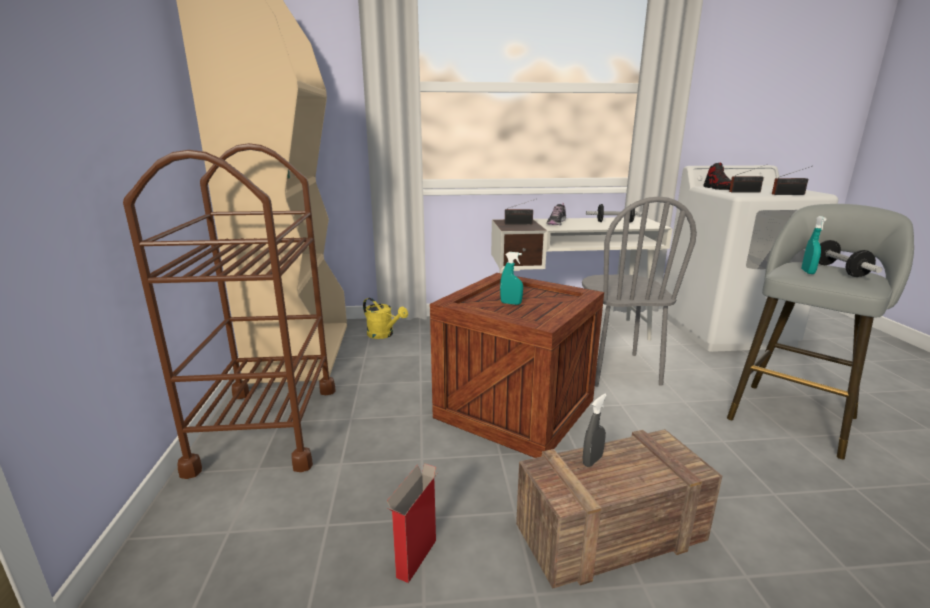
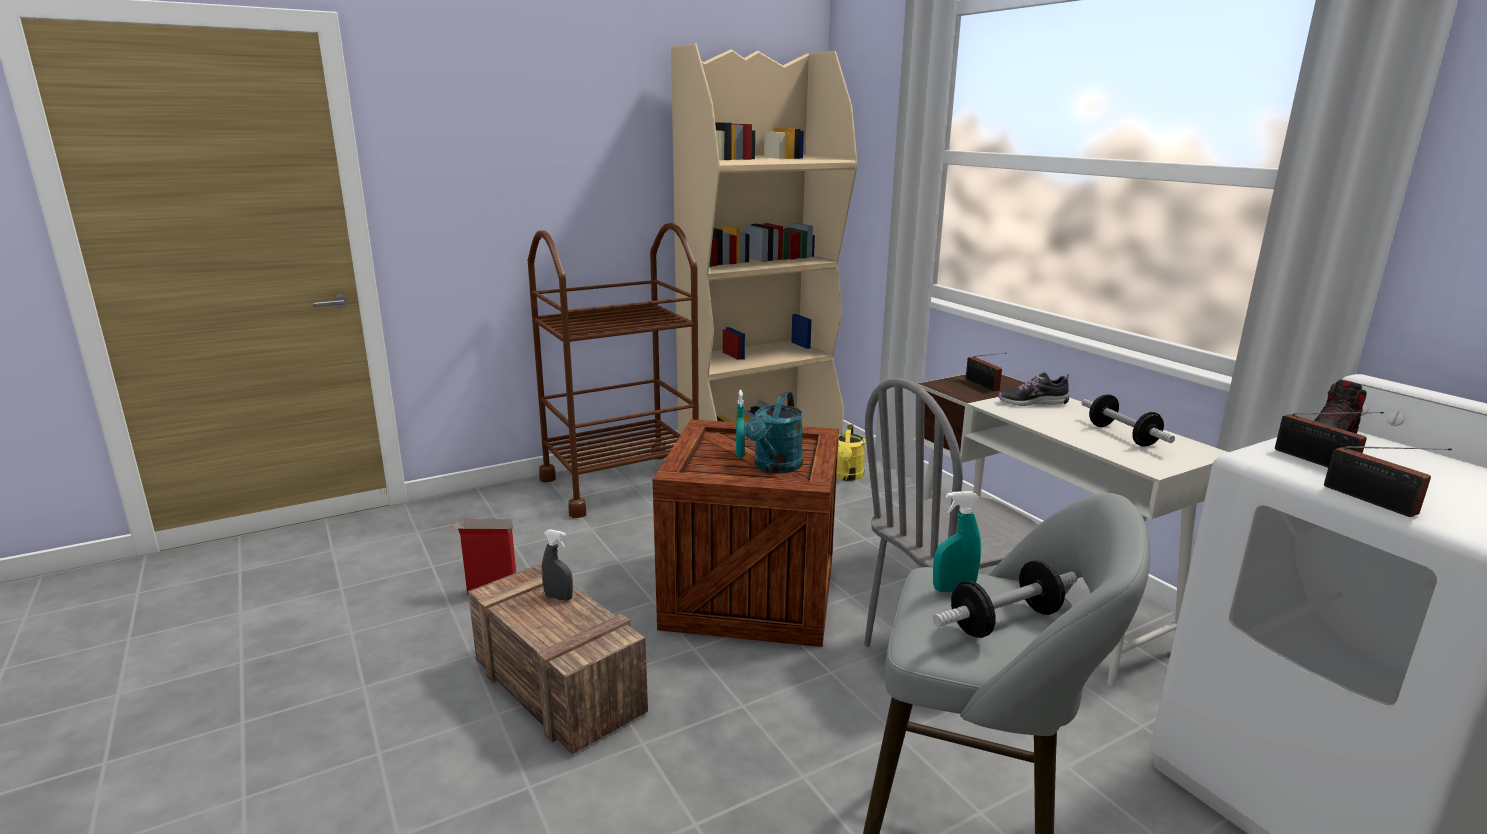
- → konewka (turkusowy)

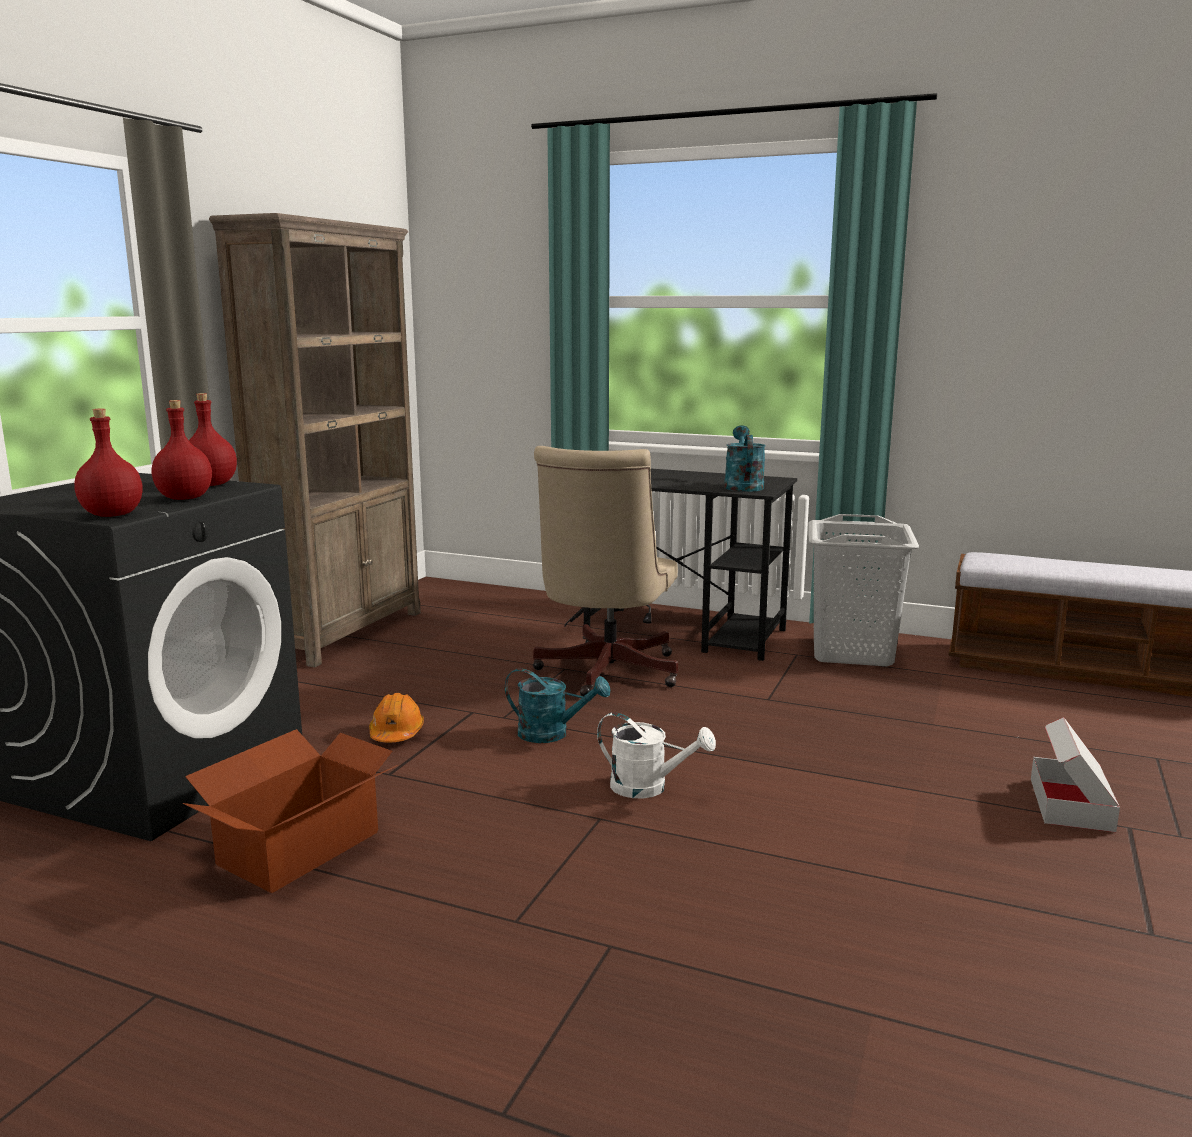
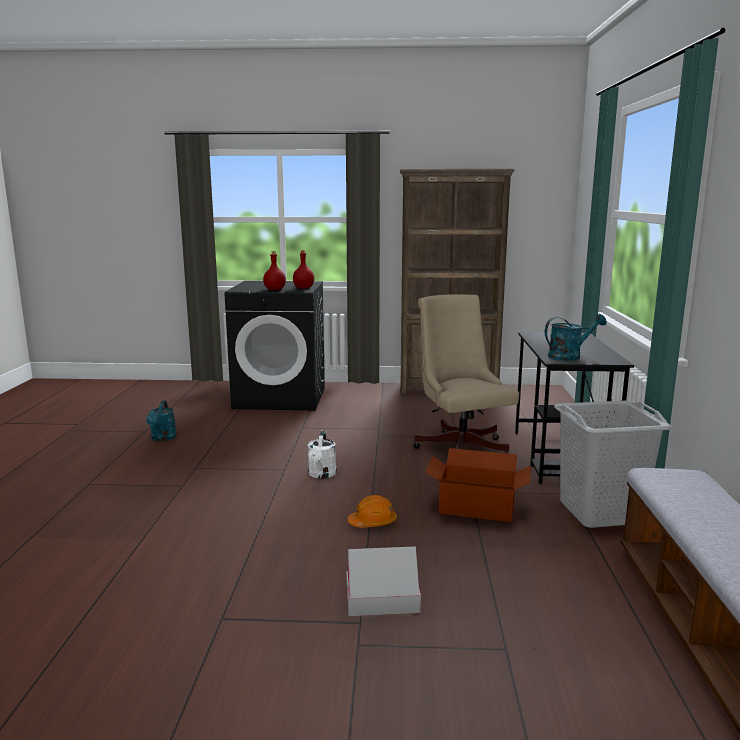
butelka (czerwony) (1st from left) → -
karton (1st from left in the first image) → karton (2nd from left), move
kask (pomarańczowy), move
konewka (turkusowy) (1st from left), move
krzesło biurowe (beżowy), 75 degrees clockwise

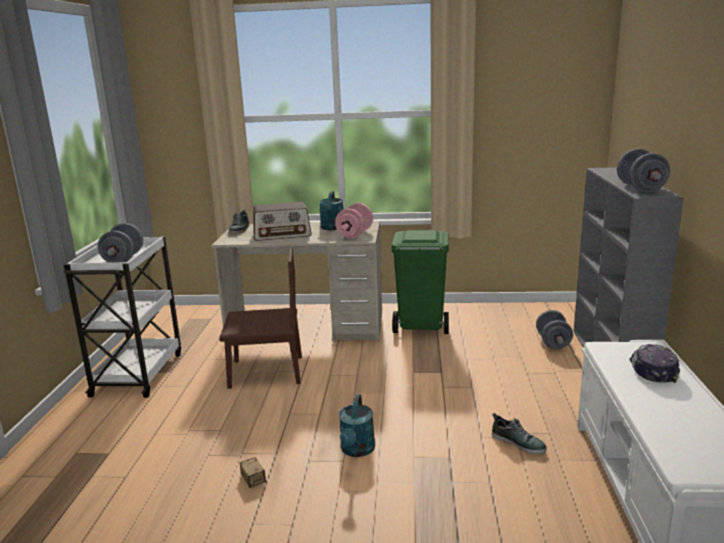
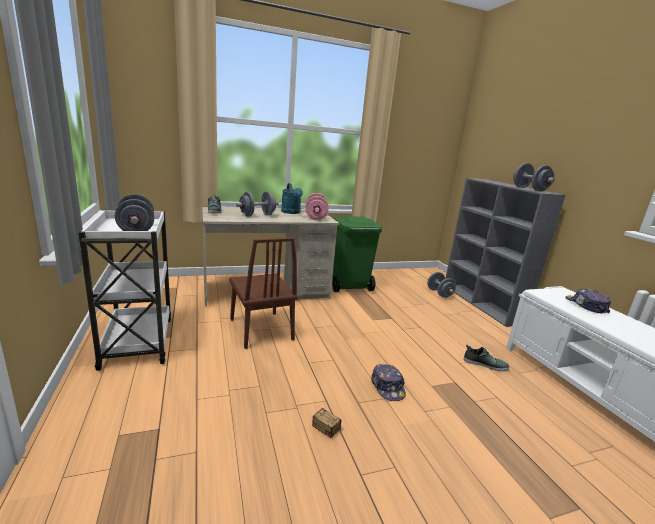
radio → hantel (szary) (2nd from left)
konewka (turkusowy) (2nd from left) → czapka z daszkiem (1st from left)
krzesło (brązowy), 90 degrees clockwise

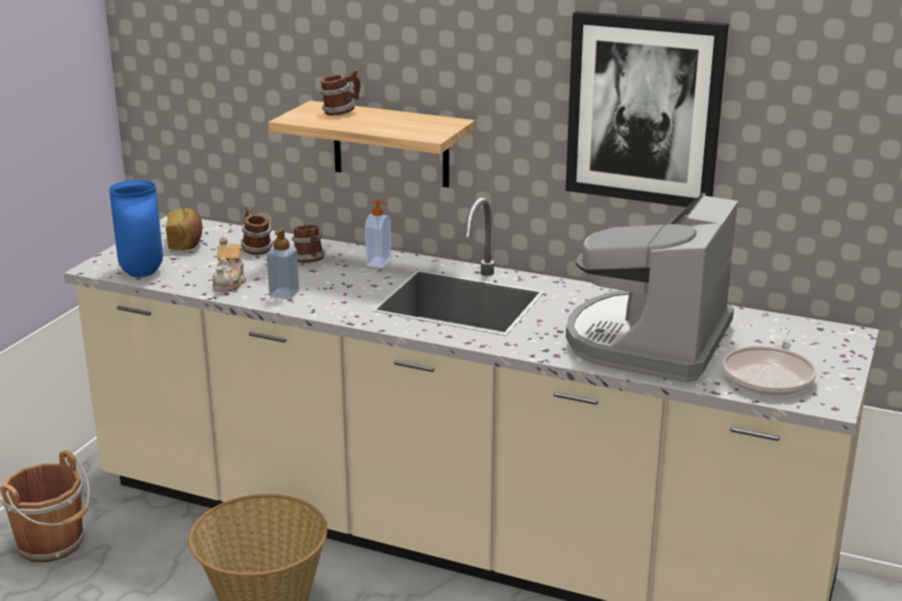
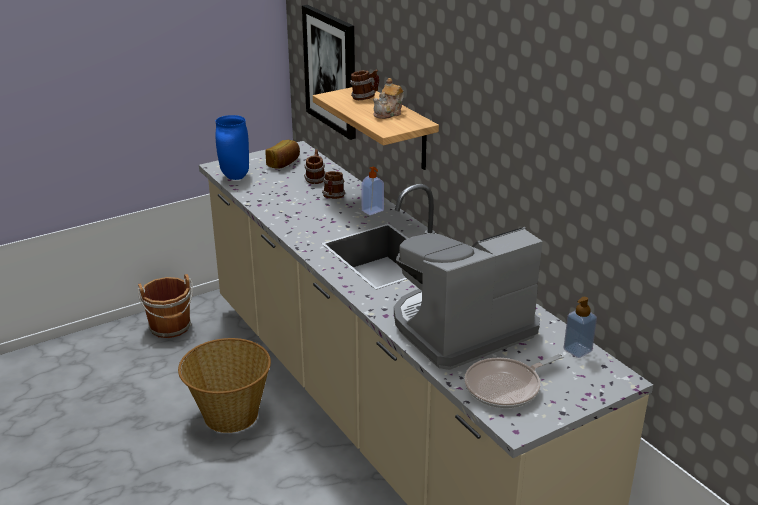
imbryk, move
dozownik mydła (1st from left in the first image) → dozownik mydła (2nd from left), move
obraz, move

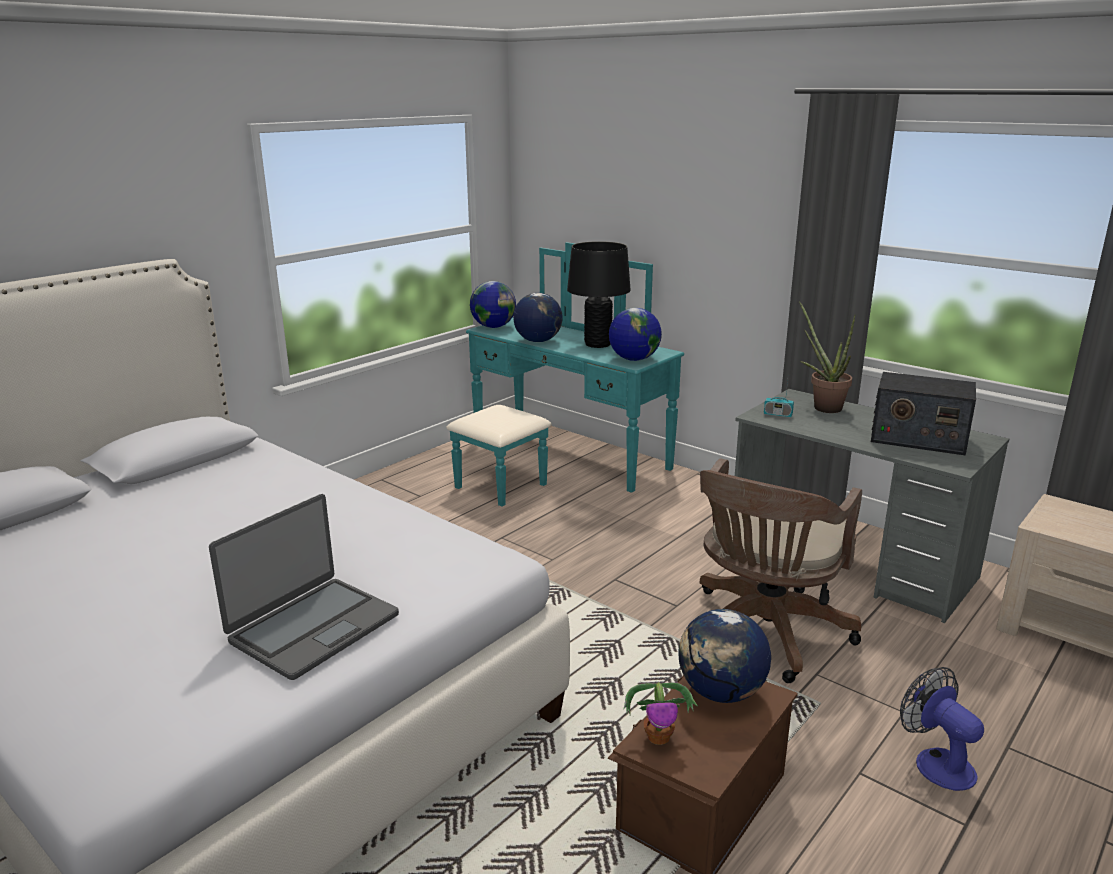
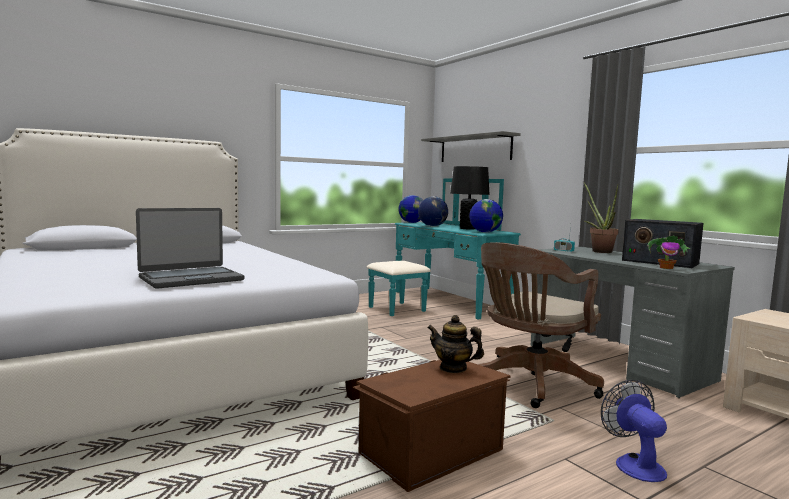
- → półka (szary)
roślina doniczkowa (1st from left in the first image) → roślina doniczkowa (2nd from left), move
globus (4th from left) → imbryk

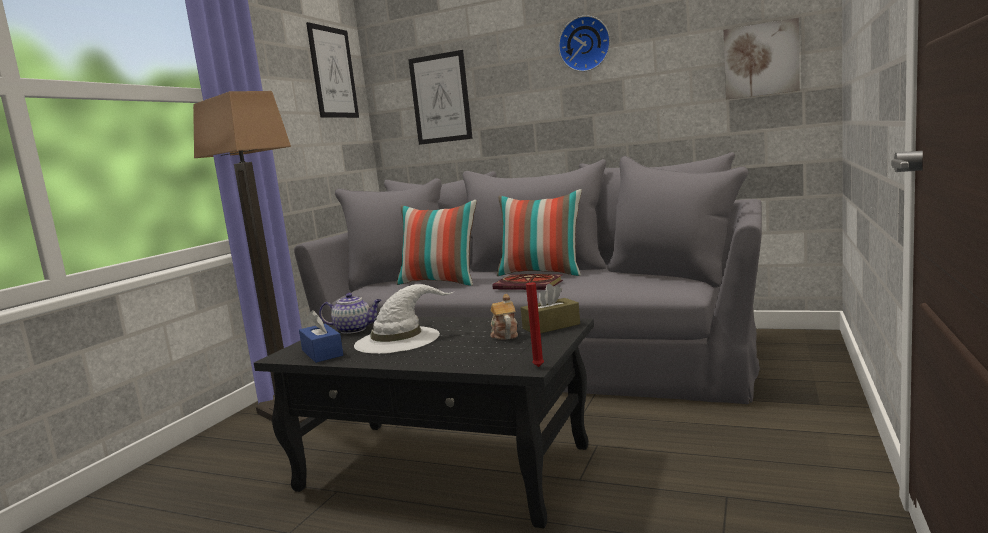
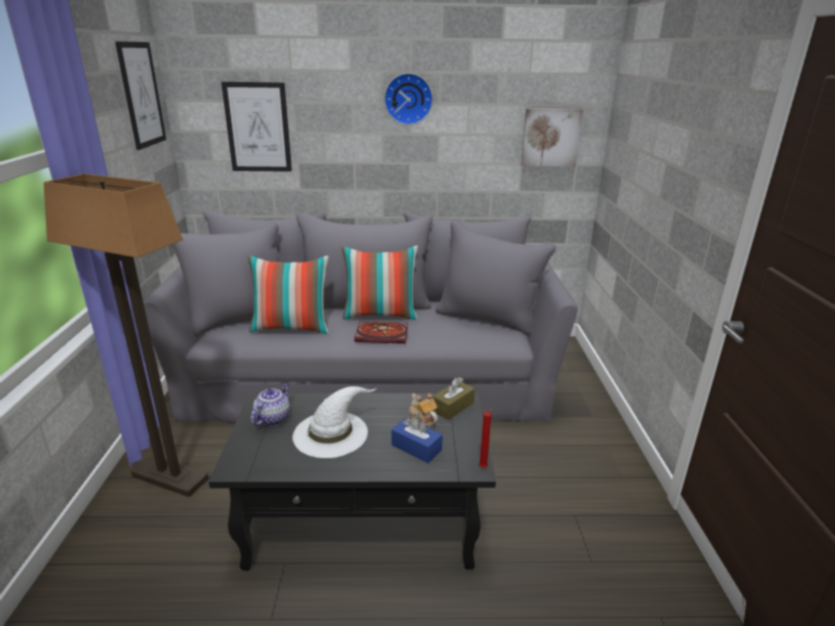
pudełko chusteczek (niebieski), move
imbryk (1st from left), 45 degrees counterclockwise

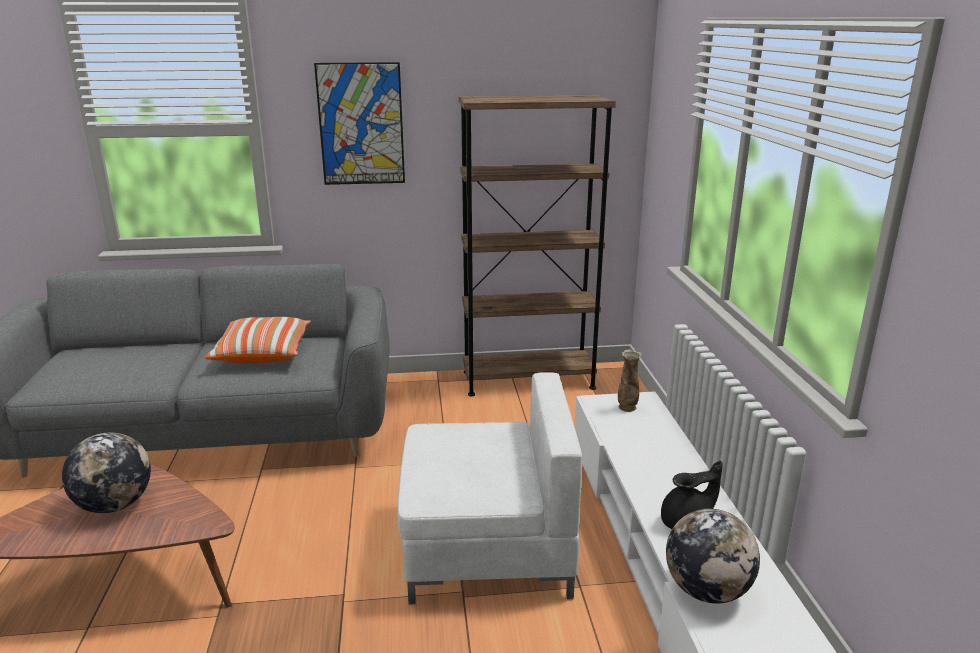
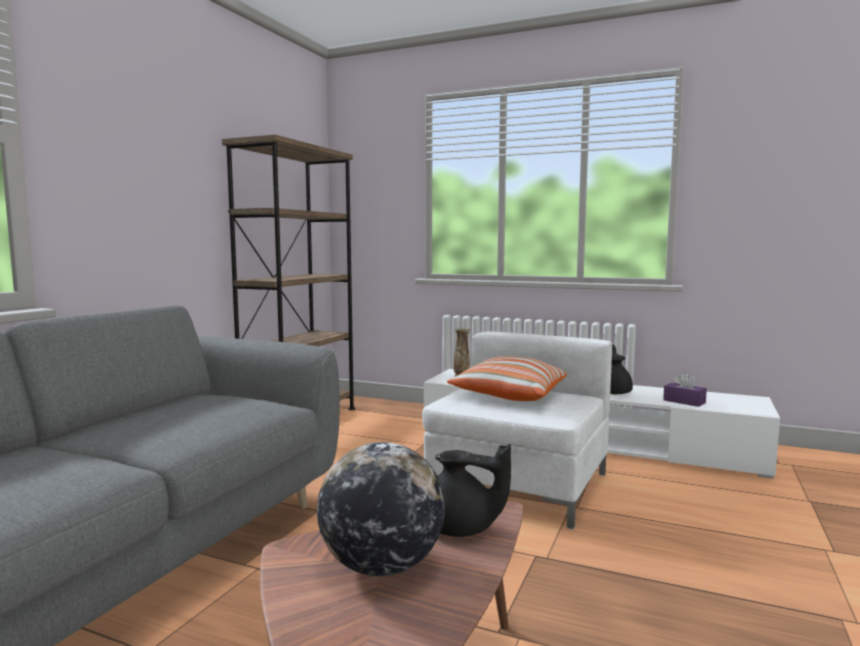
obraz → -
- → imbryk (czarny) (1st from left)
poduszka, move
globus (2nd from left) → pudełko chusteczek (fioletowy)

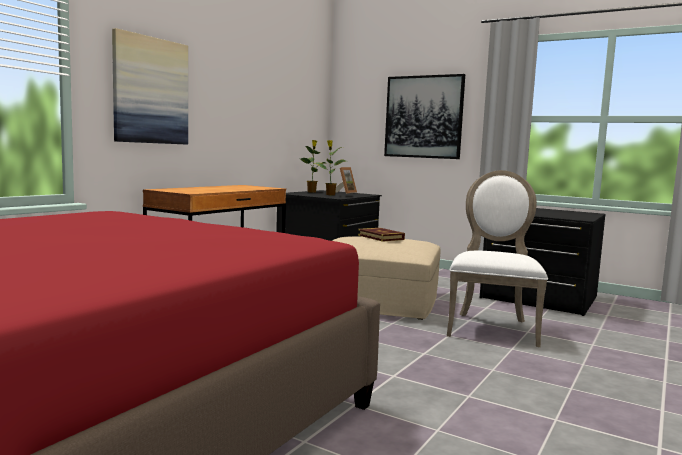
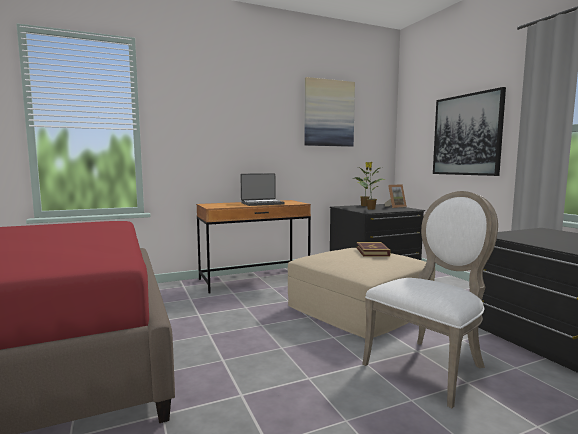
- → laptop
obraz (1st from left), move

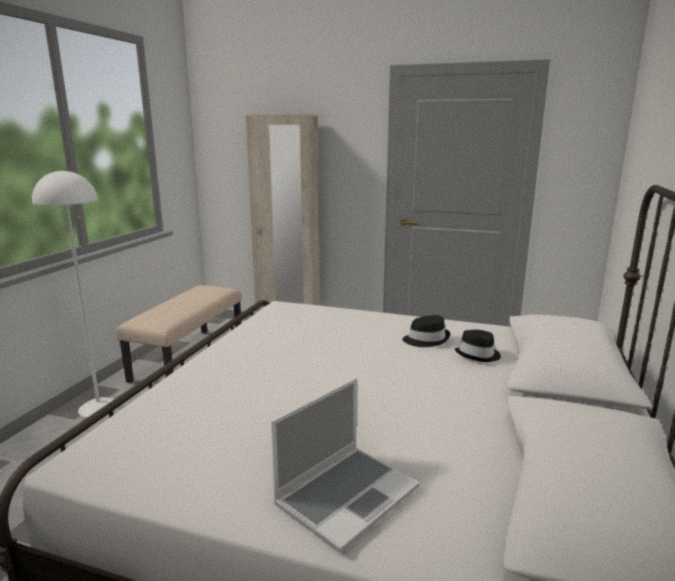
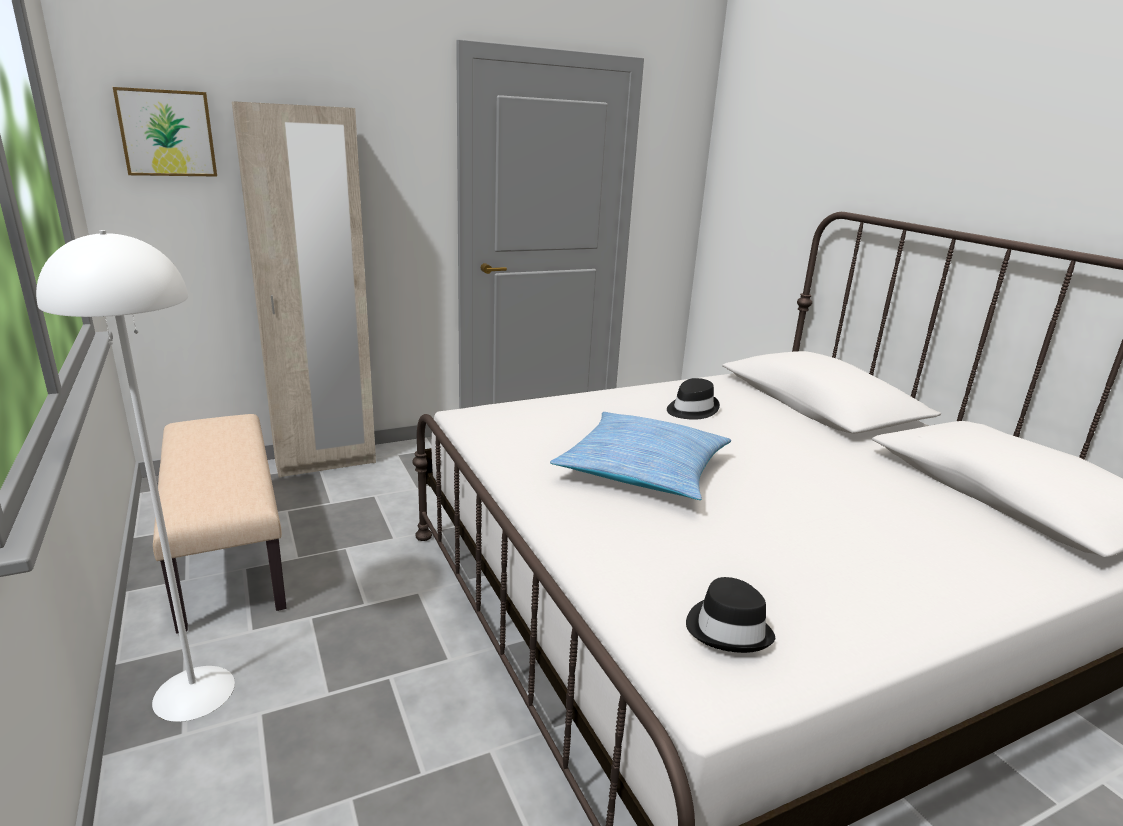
laptop → -
- → obraz
- → poduszka
kapelusz (czarny) (2nd from left), move

